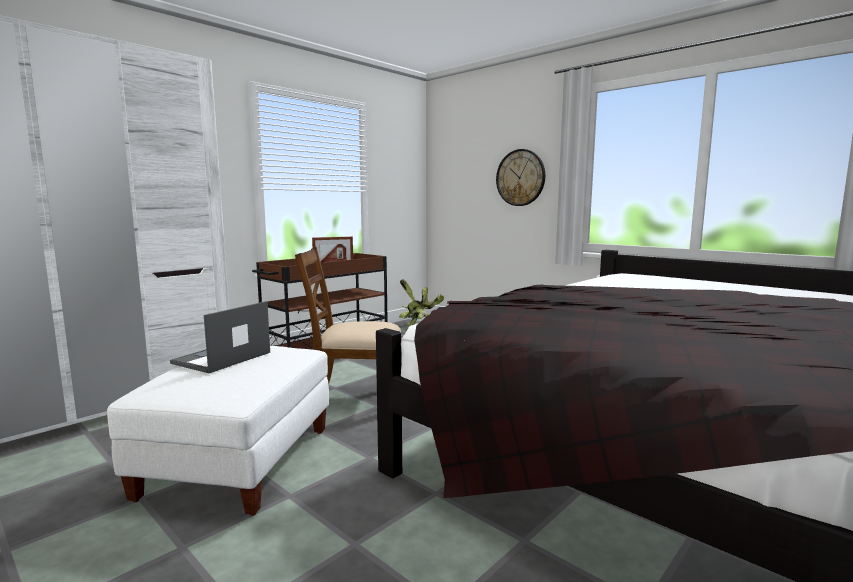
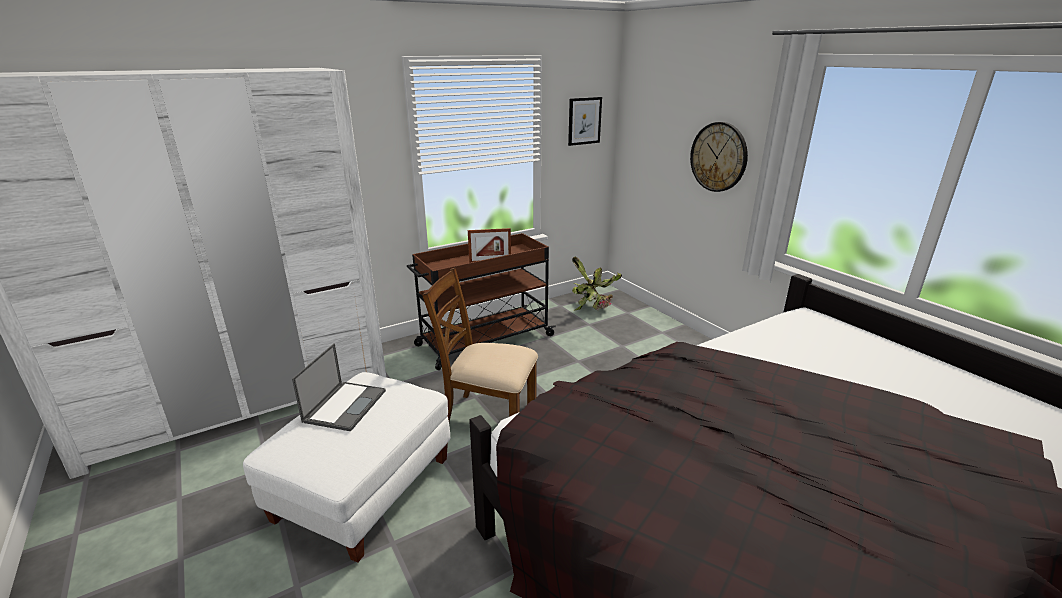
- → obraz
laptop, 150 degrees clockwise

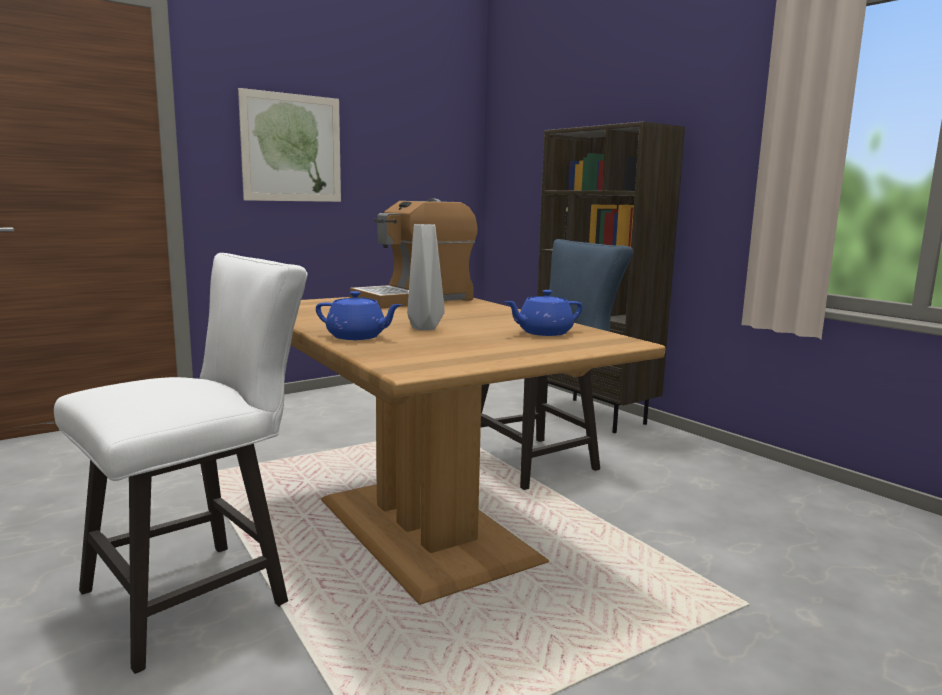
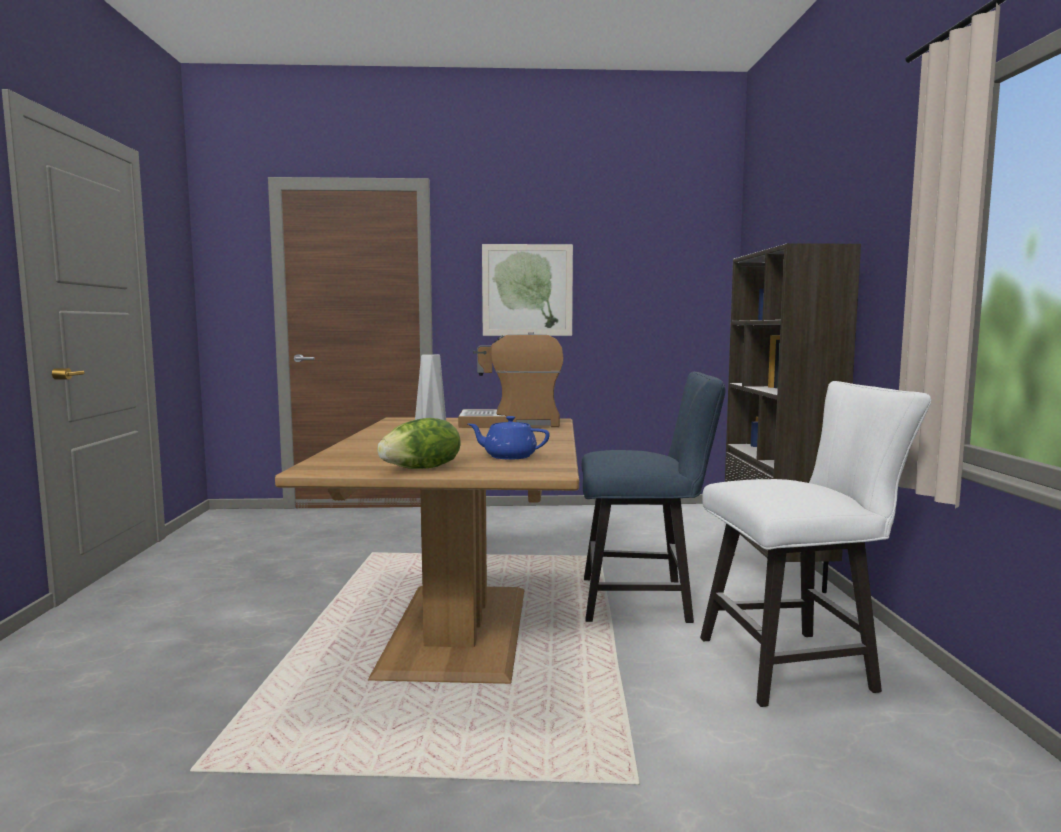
imbryk (niebieski) (1st from left) → -
- → sałata
krzesło (biały), move

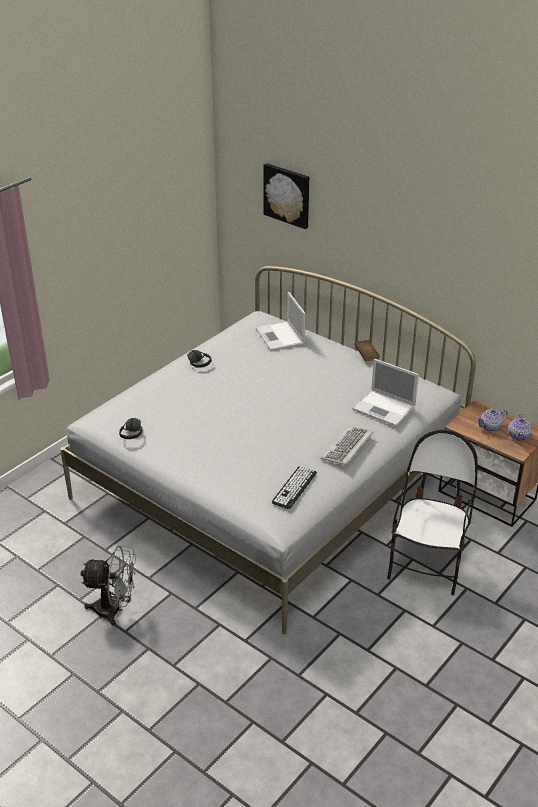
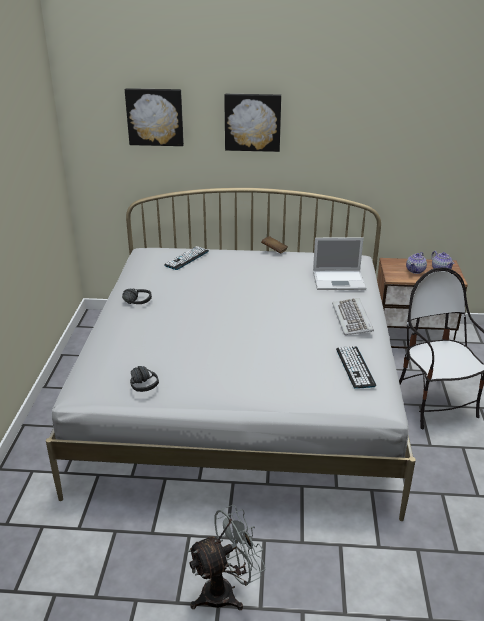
- → obraz (2nd from left)
laptop (1st from left) → klawiatura (1st from left)

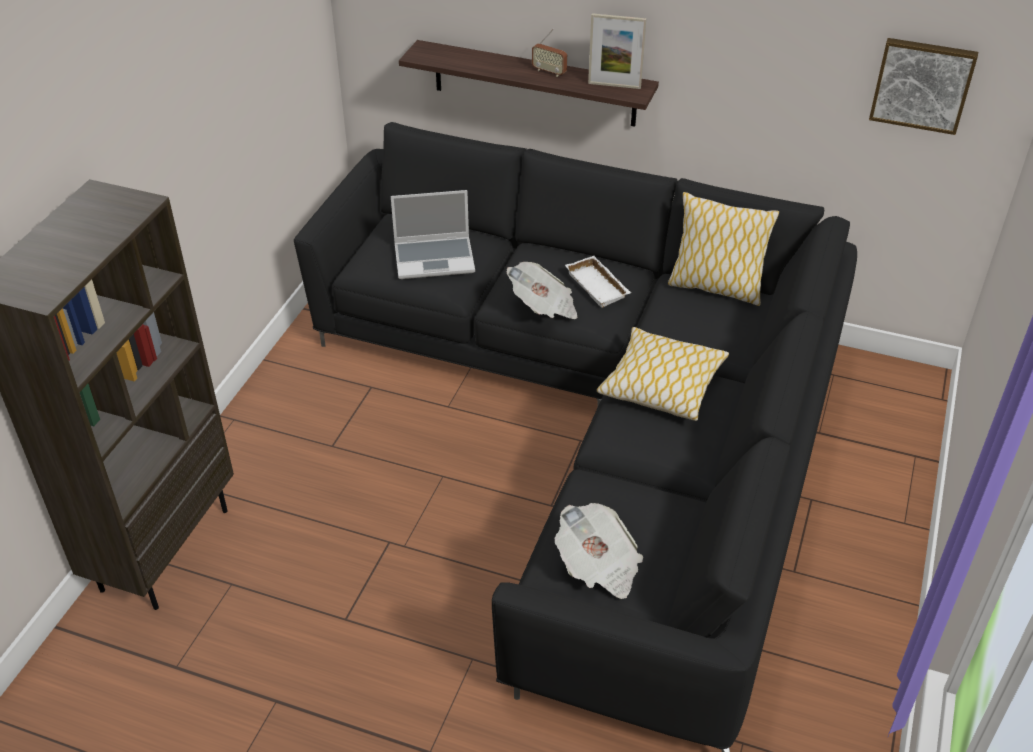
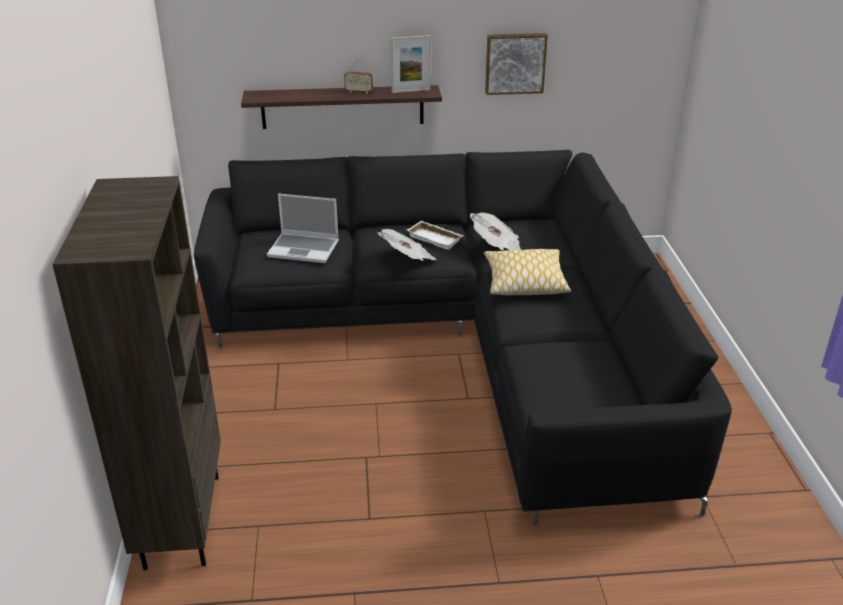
poduszka (2nd from left) → -
gazeta (2nd from left), move
obraz, move
laptop, 45 degrees clockwise

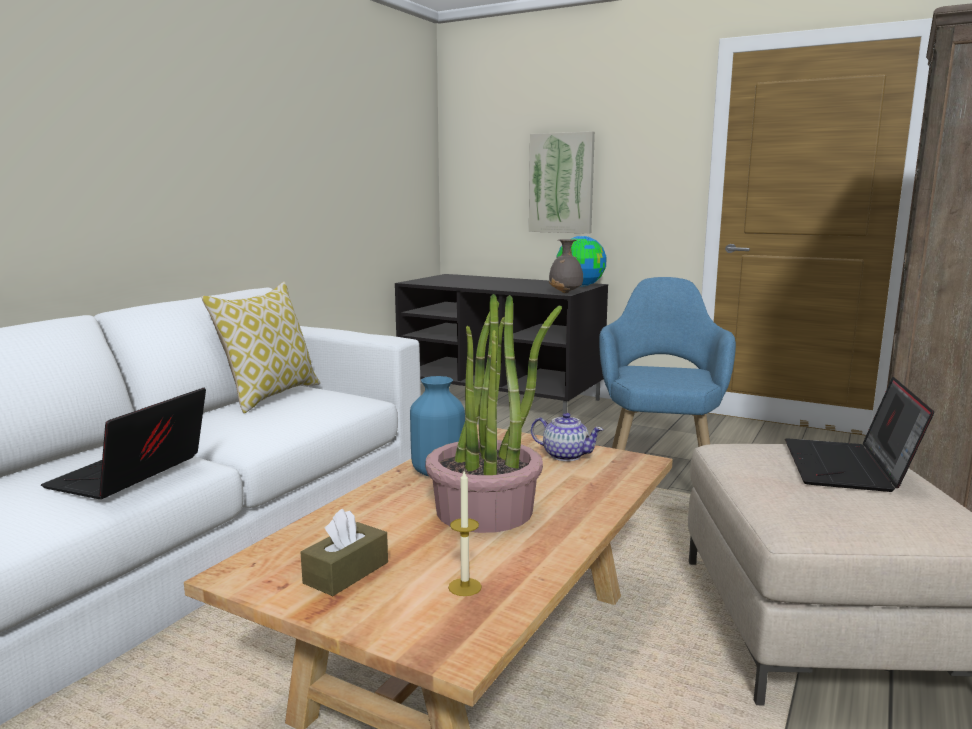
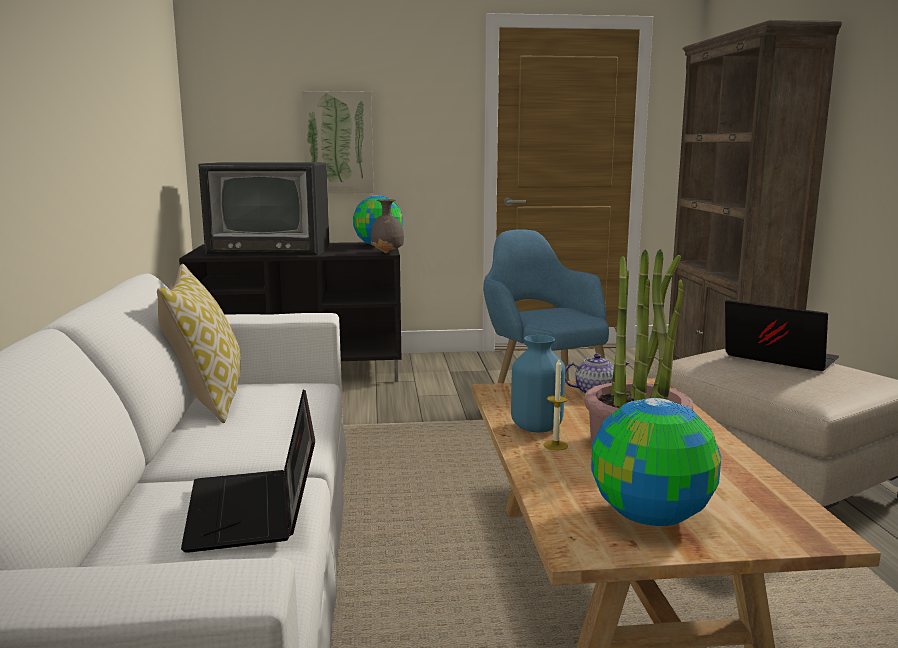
- → telewizor
świeca, move
pudełko chusteczek (brązowy) → globus (2nd from left)
laptop (2nd from left), 150 degrees clockwise

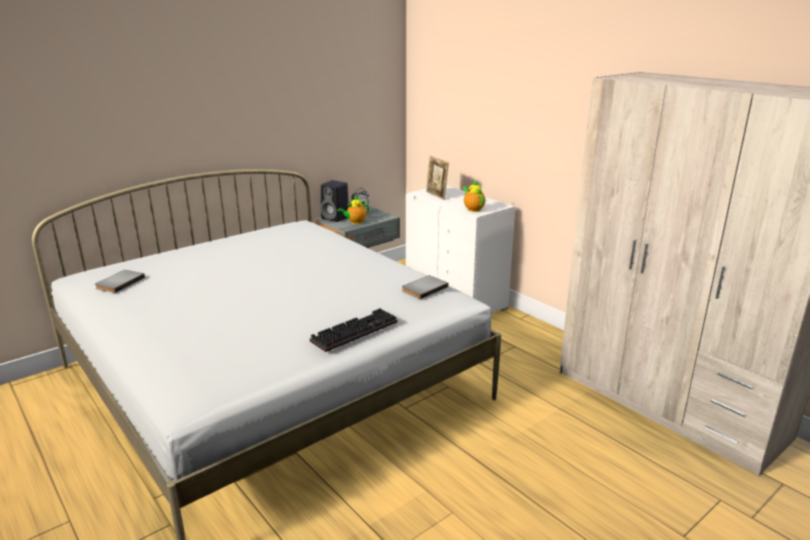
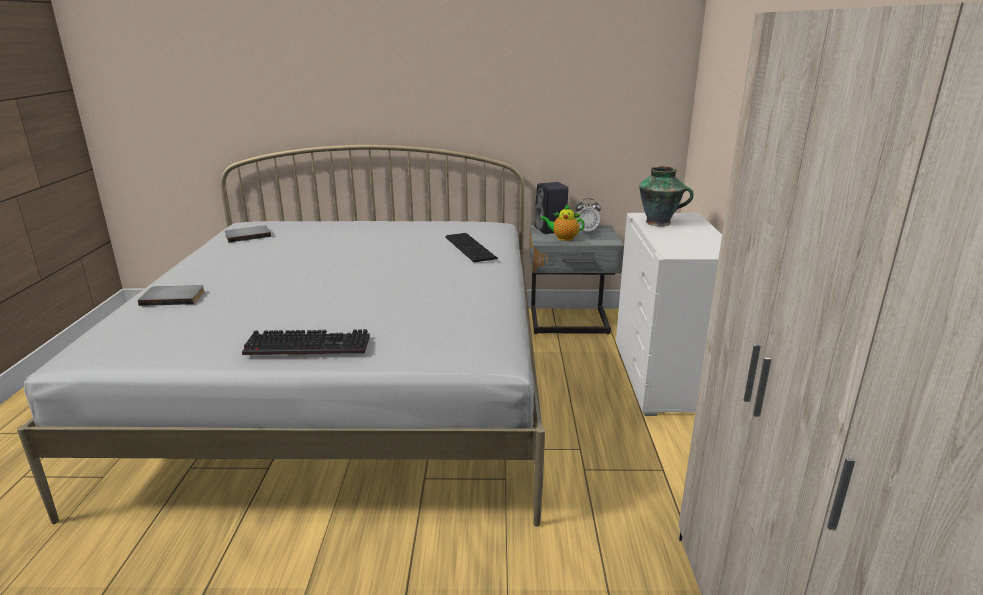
imbryk (2nd from left) → -
- → klawiatura (2nd from left)
książka (szary) (2nd from left in the first image) → książka (szary) (1st from left), move
ramka na zdjęcie → wazon

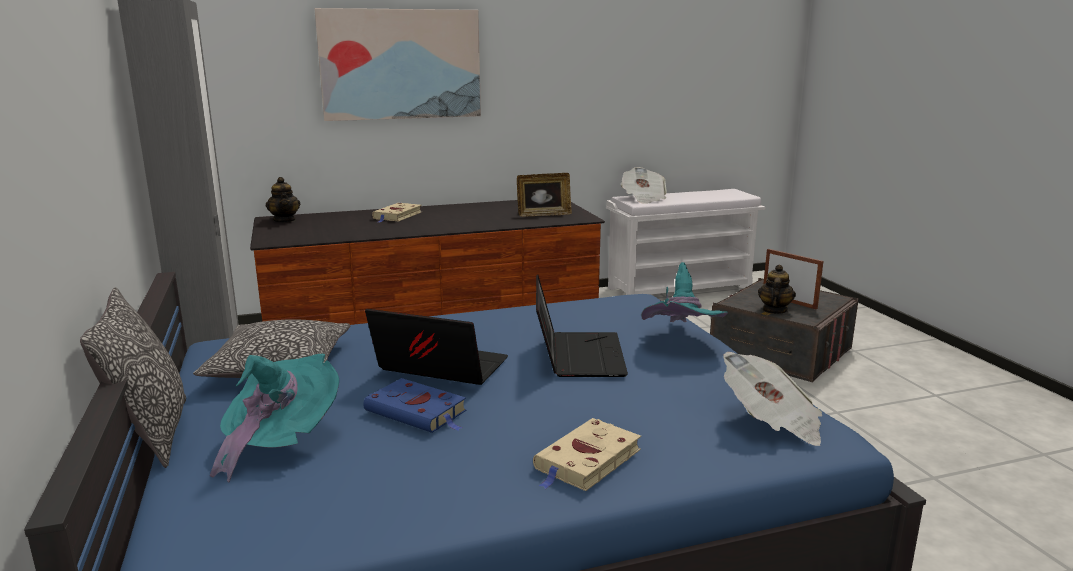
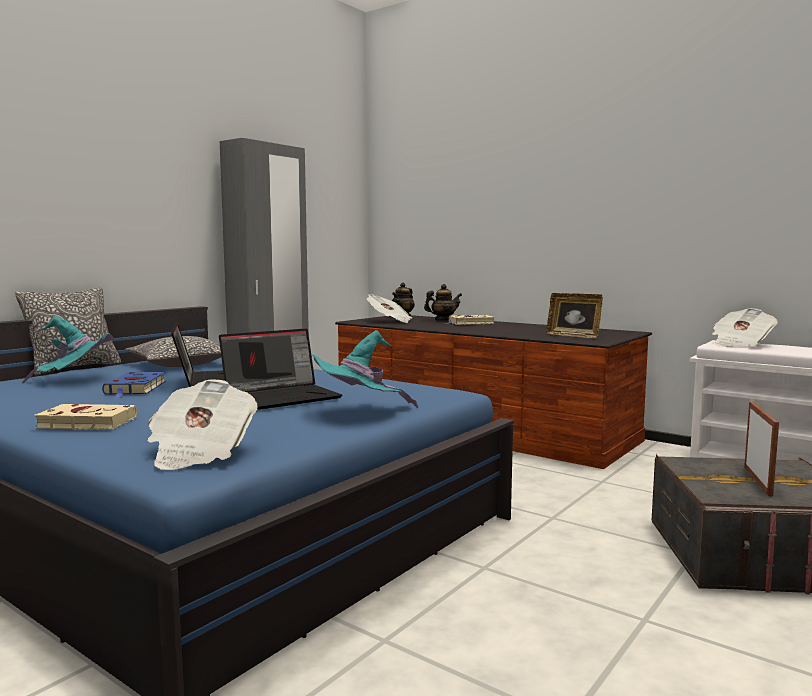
obraz → -
- → gazeta (2nd from left)
imbryk (2nd from left), move

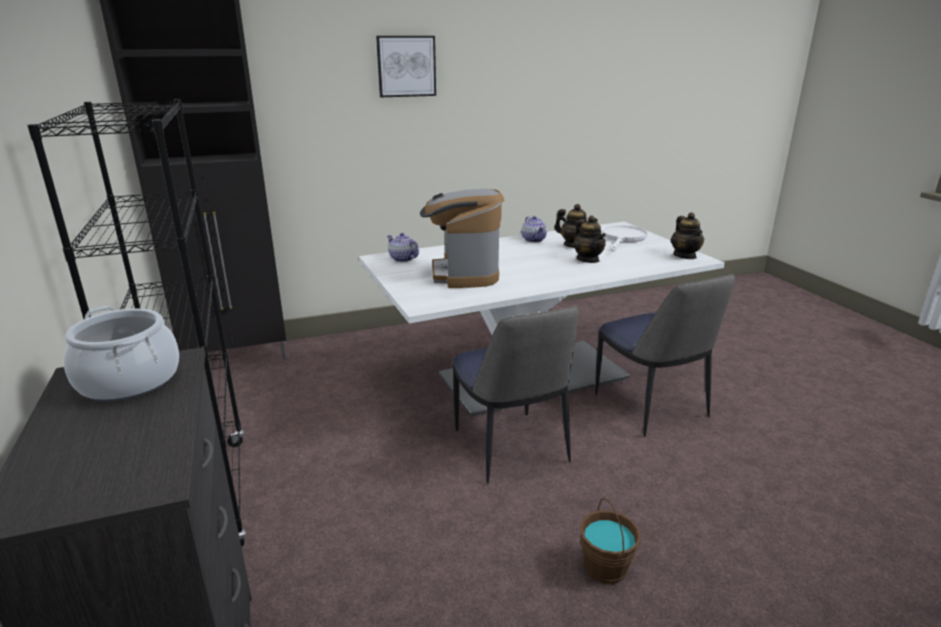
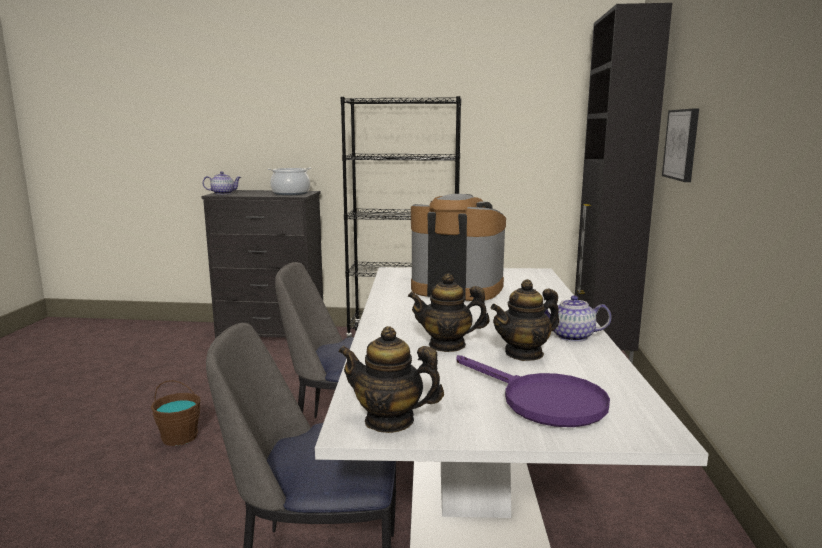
obraz, move
imbryk (1st from left), move
patelnia (biały) → patelnia (fioletowy)

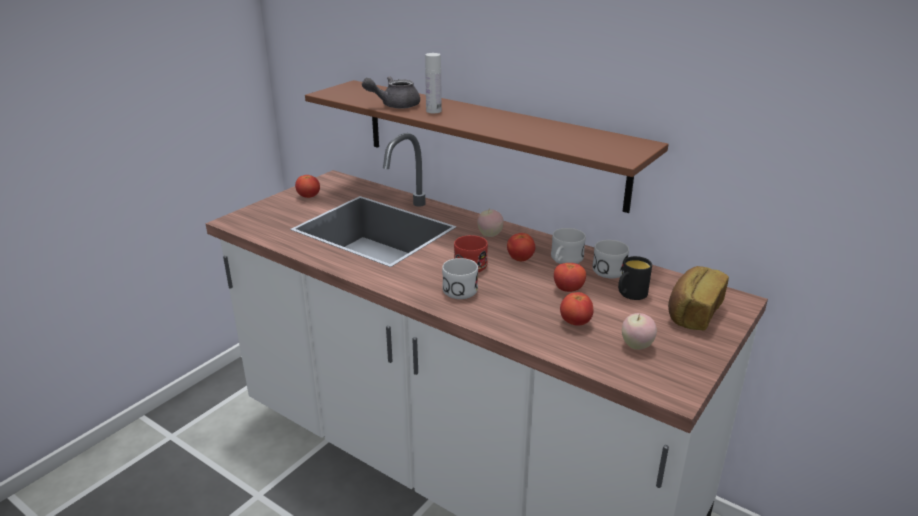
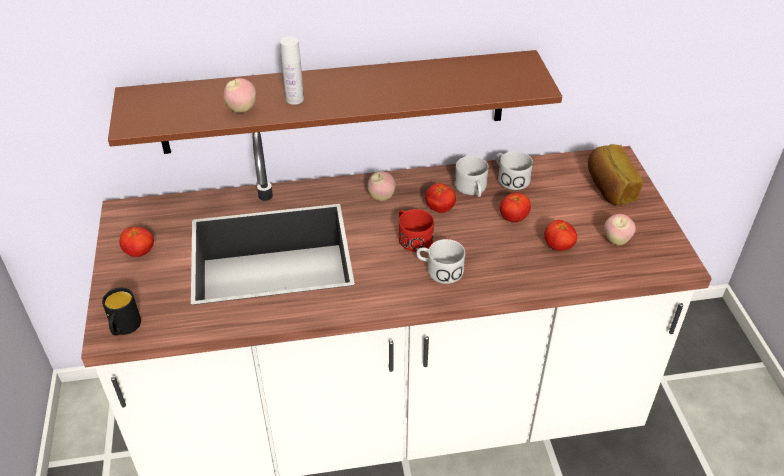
kubek (czarny), move
imbryk (szary) → jabłko (1st from left)

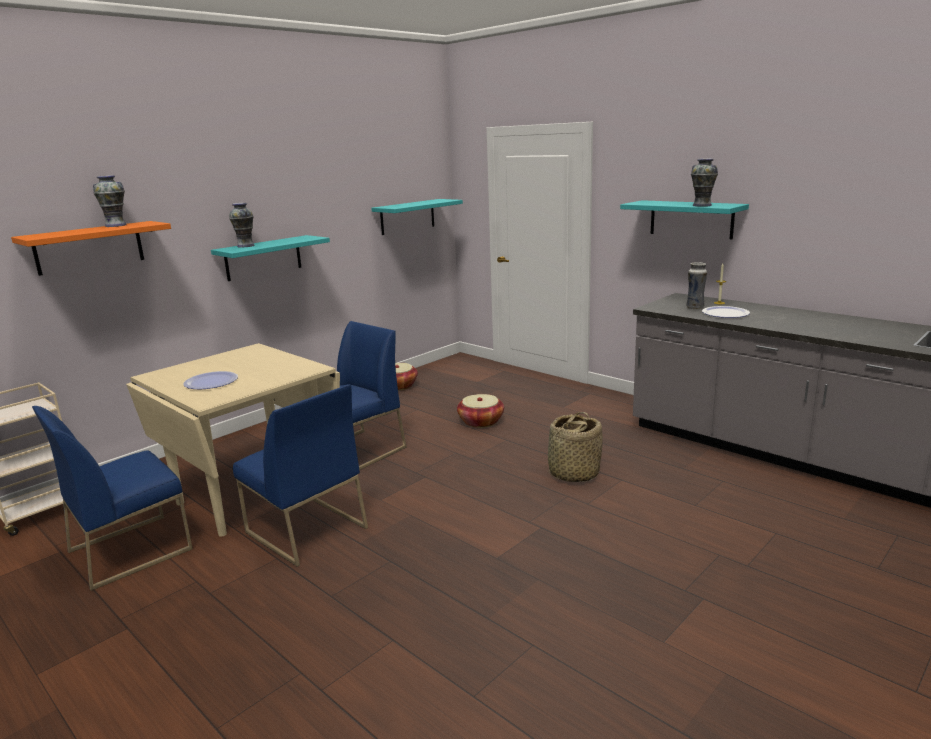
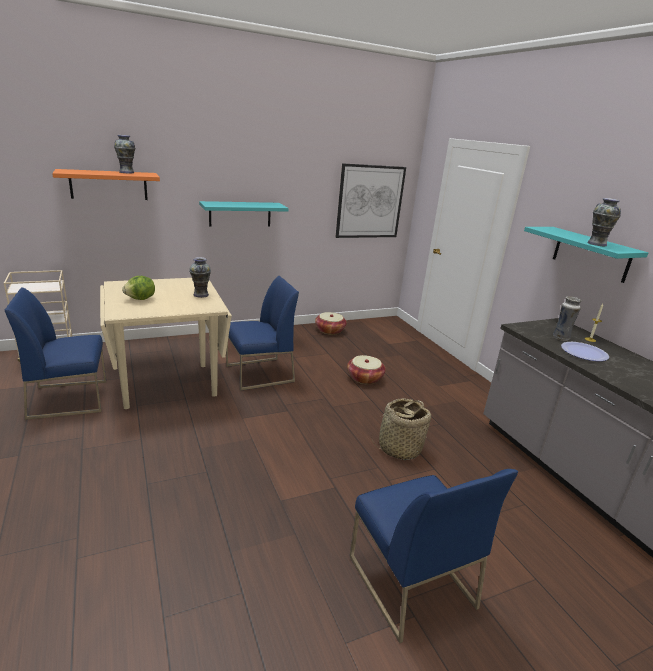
wazon (2nd from left), move
krzesło (niebieski) (2nd from left in the first image) → krzesło (niebieski) (3rd from left), move
talerz (1st from left) → sałata
półka (turkusowy) (2nd from left) → obraz

